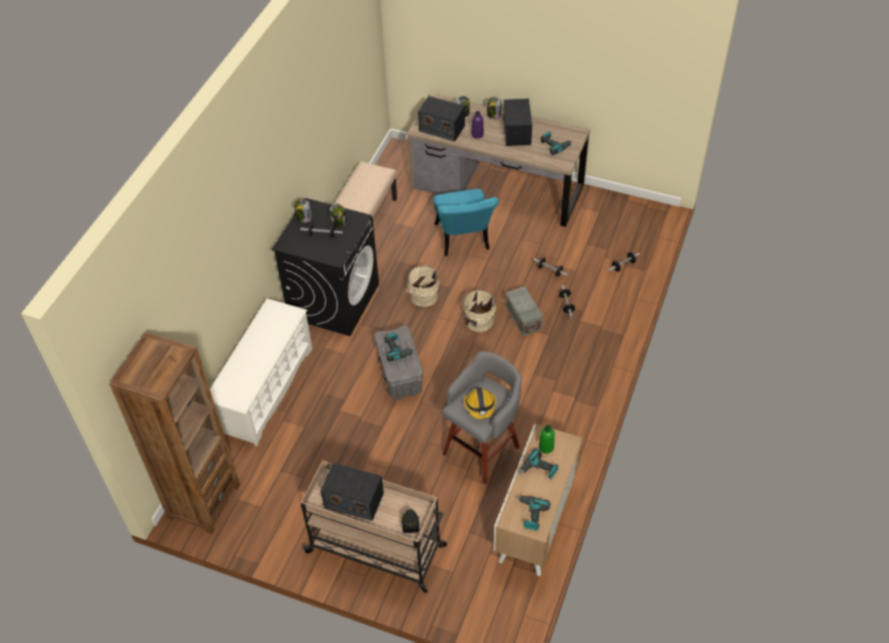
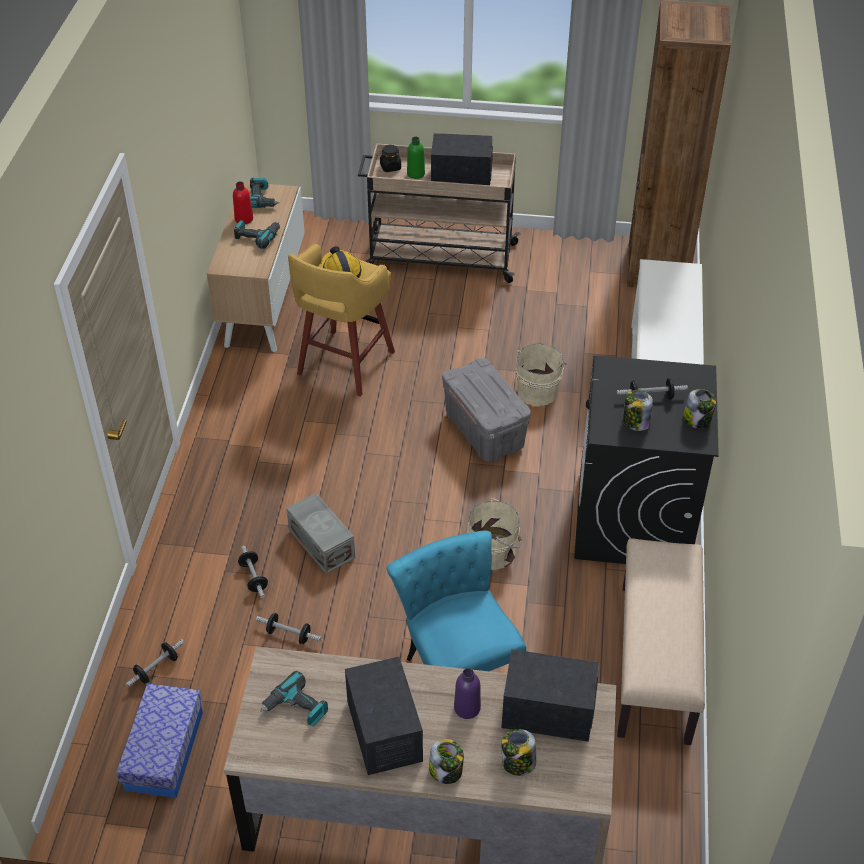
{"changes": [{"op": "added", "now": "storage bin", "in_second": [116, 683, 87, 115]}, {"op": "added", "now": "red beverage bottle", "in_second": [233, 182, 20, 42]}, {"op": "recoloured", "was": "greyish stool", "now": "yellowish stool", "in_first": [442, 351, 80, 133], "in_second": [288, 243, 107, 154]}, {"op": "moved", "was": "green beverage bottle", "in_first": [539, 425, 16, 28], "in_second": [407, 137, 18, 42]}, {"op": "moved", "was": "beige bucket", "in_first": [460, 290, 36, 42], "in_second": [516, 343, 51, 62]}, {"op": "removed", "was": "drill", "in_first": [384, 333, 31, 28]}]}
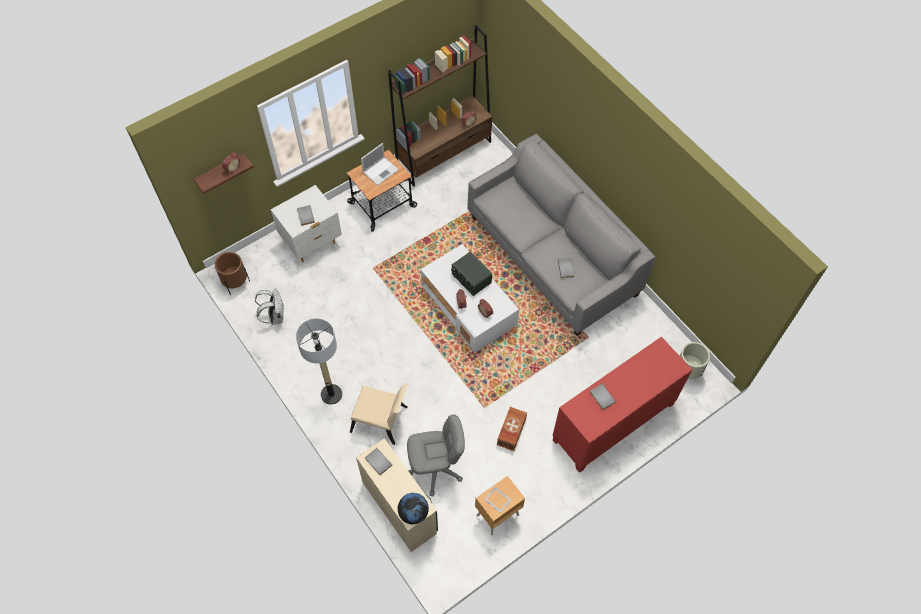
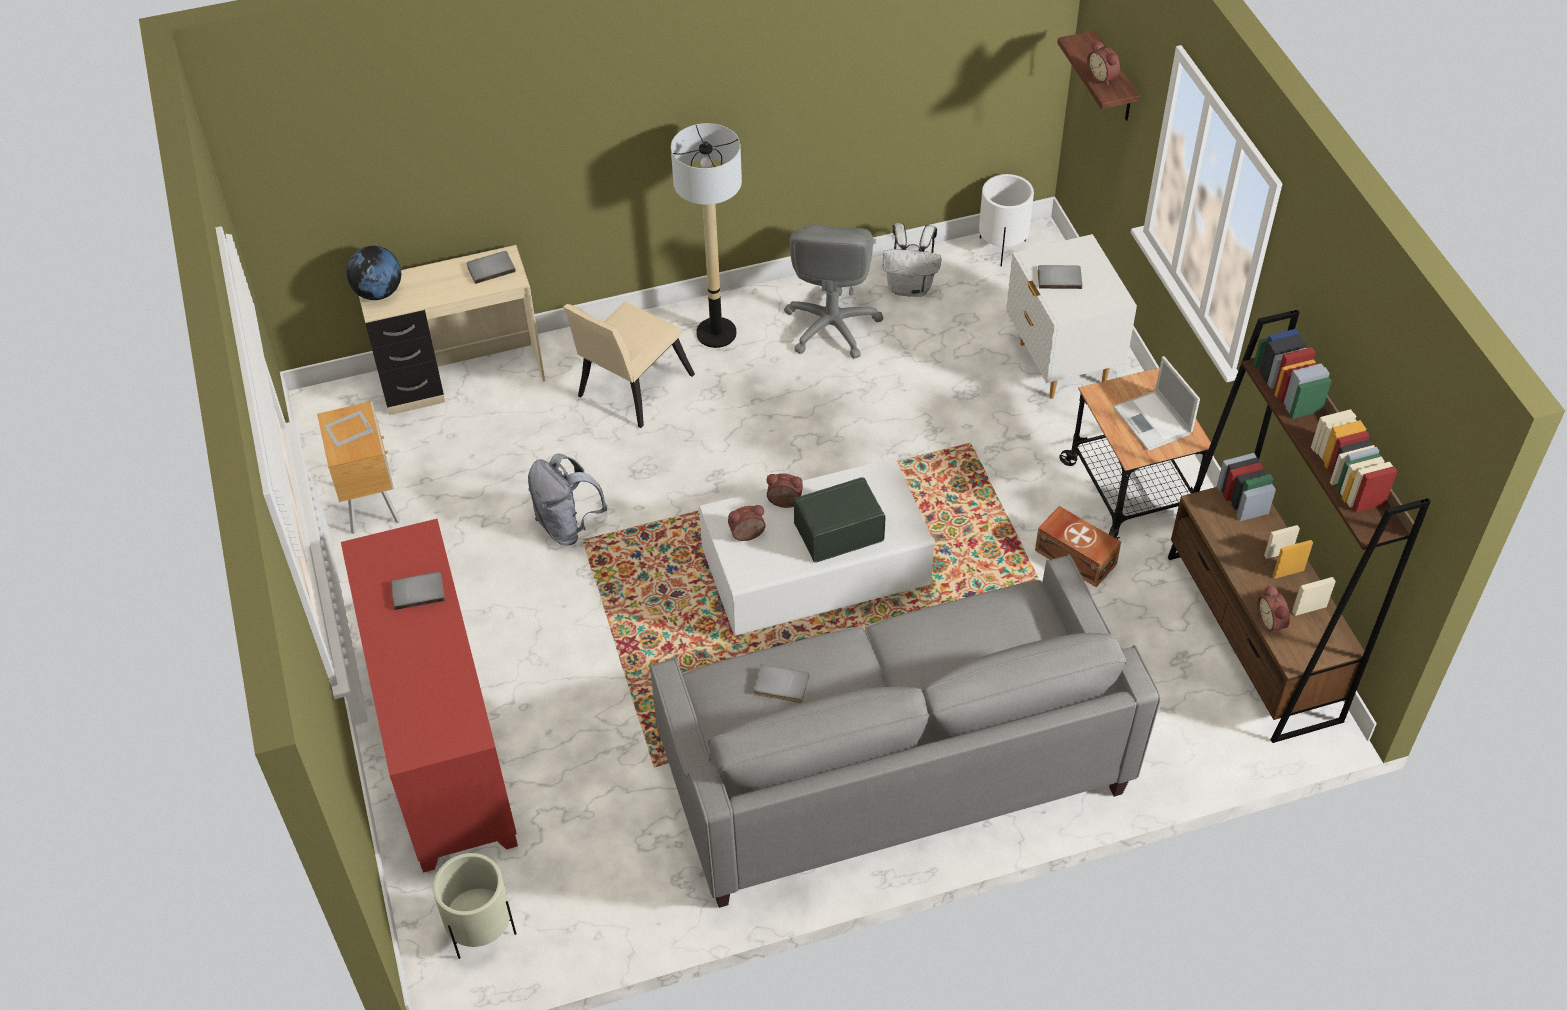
{"changes": [{"op": "added", "now": "greyish knapsack", "in_second": [528, 453, 79, 92]}, {"op": "moved", "was": "greyish computer chair", "in_first": [407, 415, 58, 81], "in_second": [784, 224, 99, 135]}, {"op": "recoloured", "was": "brown-coloured planter", "now": "white planter", "in_first": [215, 252, 35, 43], "in_second": [979, 174, 55, 92]}, {"op": "moved", "was": "brown-coloured storage bin", "in_first": [497, 407, 30, 44], "in_second": [1035, 506, 86, 81]}]}
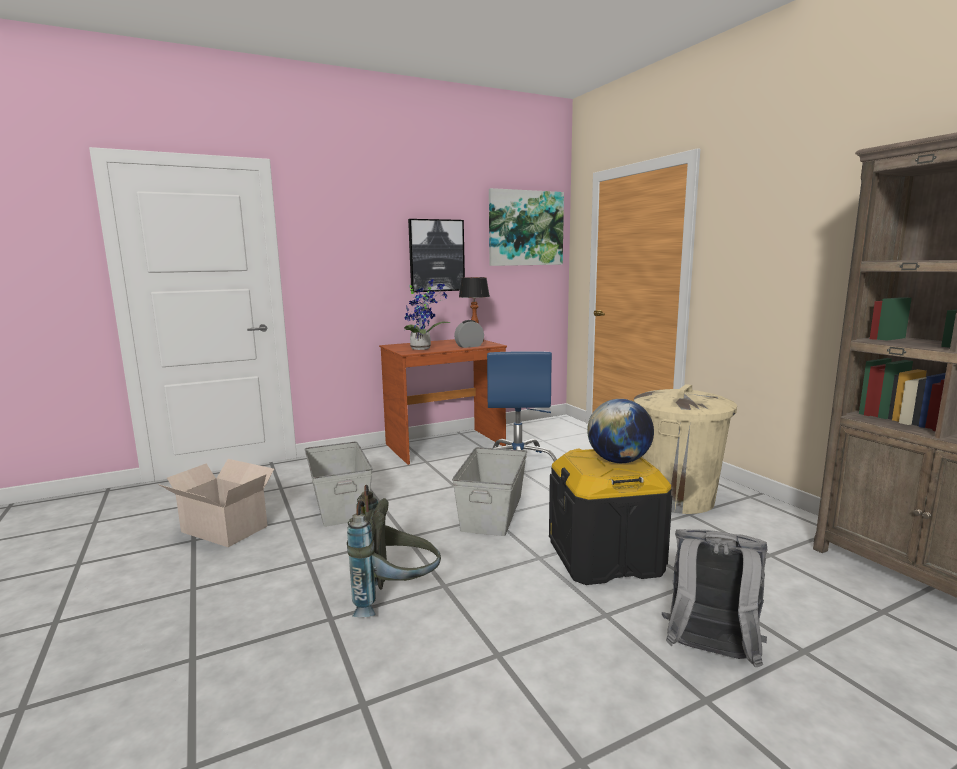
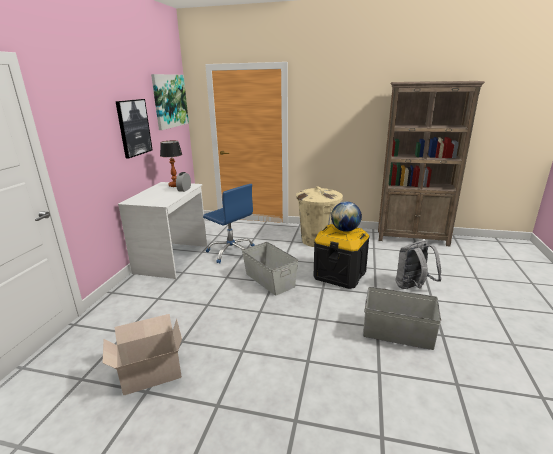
{"changes": [{"op": "recoloured", "was": "brown-coloured desk unit", "now": "white desk unit", "in_first": [379, 339, 128, 126], "in_second": [118, 182, 89, 97]}, {"op": "moved", "was": "greyish storage bin", "in_first": [304, 441, 69, 86], "in_second": [363, 287, 78, 63]}, {"op": "removed", "was": "greyish knapsack", "in_first": [347, 485, 94, 132]}, {"op": "removed", "was": "potted plant", "in_first": [404, 279, 46, 71]}]}
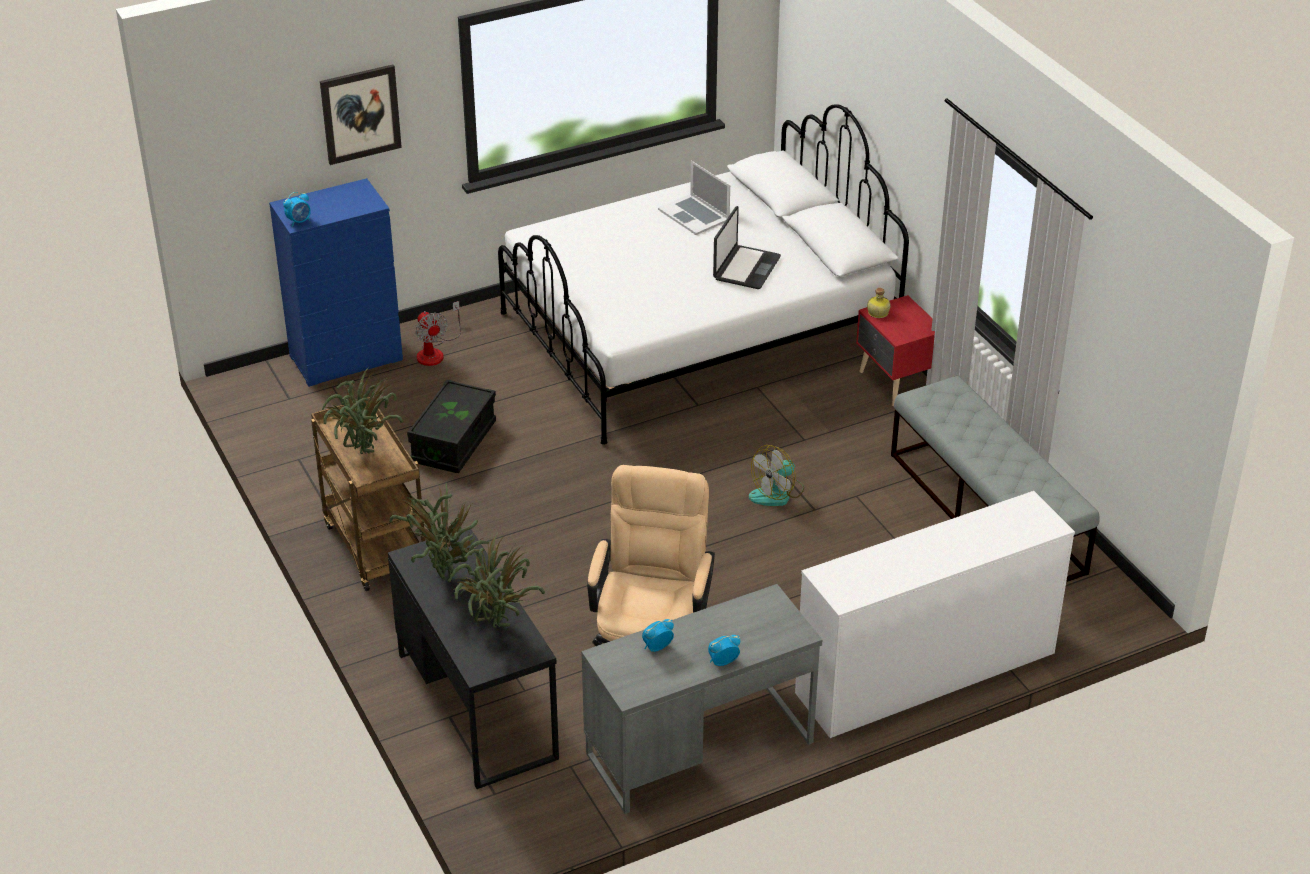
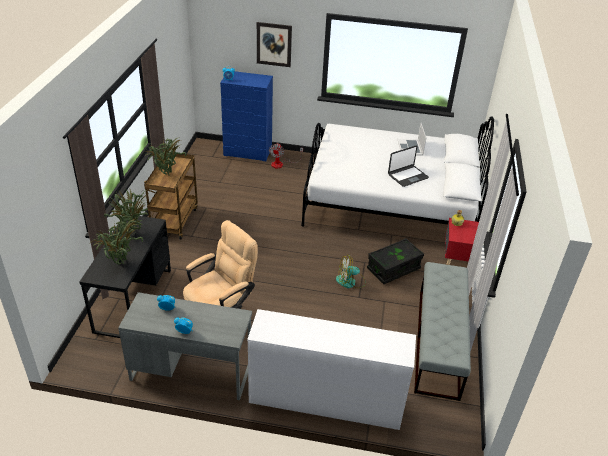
{"changes": [{"op": "moved", "was": "blackish storage bin", "in_first": [407, 380, 89, 93], "in_second": [367, 238, 57, 46]}]}
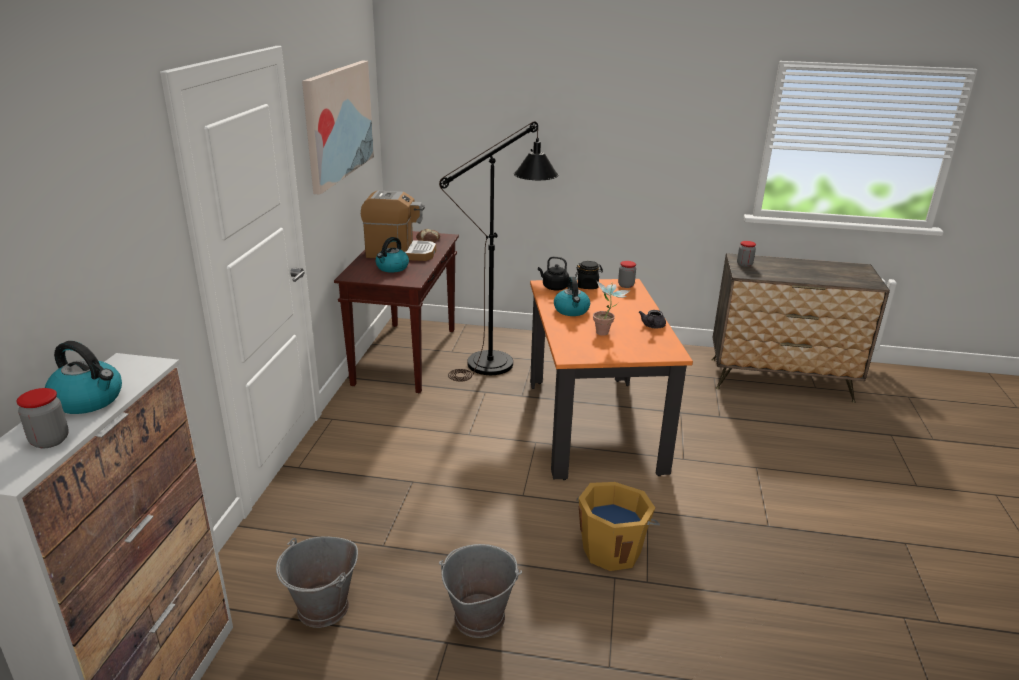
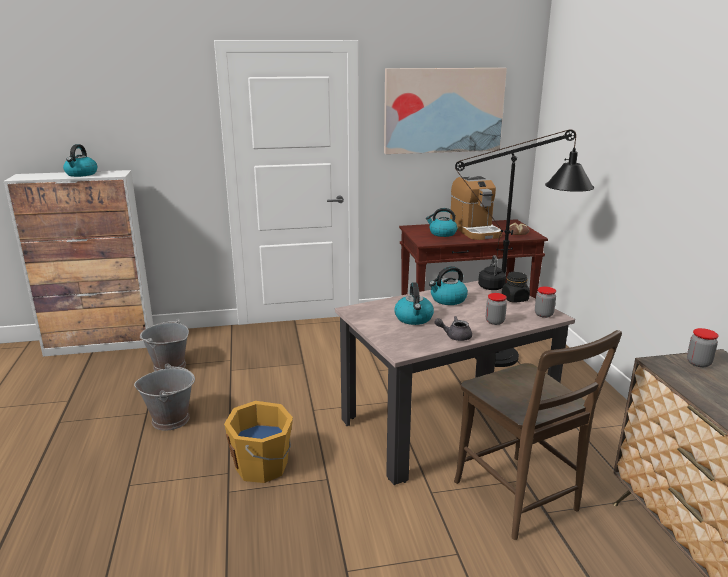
{"changes": [{"op": "recoloured", "was": "orangey dinner table", "now": "beige dinner table", "in_first": [530, 279, 163, 201], "in_second": [335, 281, 240, 204]}, {"op": "replaced", "was": "potted plant", "now": "water kettle", "in_first": [593, 280, 38, 56], "in_second": [394, 282, 40, 43]}, {"op": "added", "now": "brown-coloured upright chair", "in_second": [454, 330, 168, 210]}, {"op": "moved", "was": "preserve jar", "in_first": [16, 388, 53, 60], "in_second": [486, 293, 21, 32]}]}
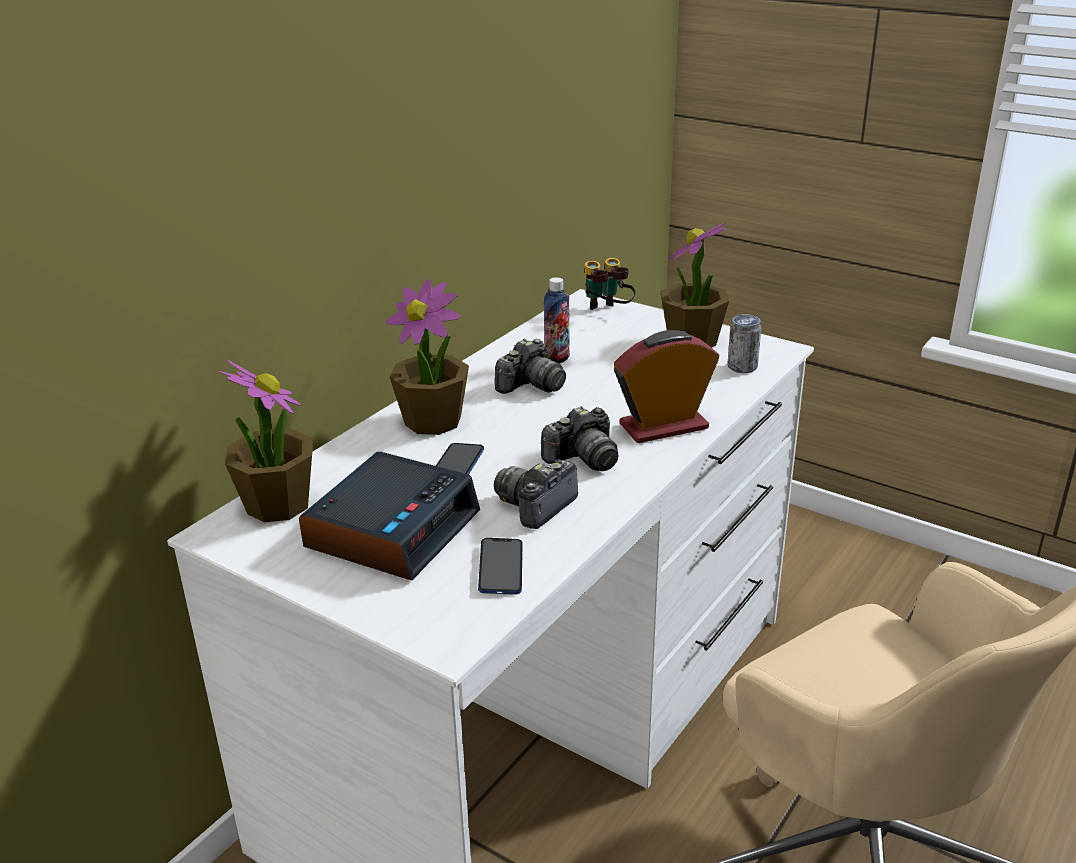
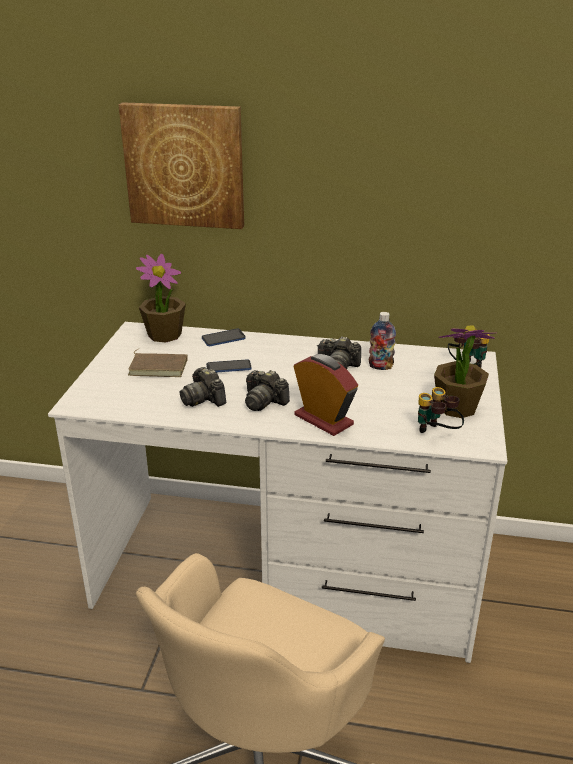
{"changes": [{"op": "added", "now": "picture", "in_second": [119, 102, 125, 127]}, {"op": "replaced", "was": "alarm clock", "now": "brown-coloured book", "in_first": [299, 452, 181, 129], "in_second": [128, 348, 60, 29]}, {"op": "turned", "was": "still camera", "in_first": [494, 459, 84, 70], "in_second": [180, 367, 46, 40], "clockwise": -135}, {"op": "moved", "was": "telephone", "in_first": [478, 538, 44, 57], "in_second": [202, 329, 44, 17]}, {"op": "replaced", "was": "can", "now": "pair of binoculars", "in_first": [727, 314, 34, 59], "in_second": [418, 387, 46, 46]}, {"op": "removed", "was": "potted plant", "in_first": [386, 279, 83, 156]}]}
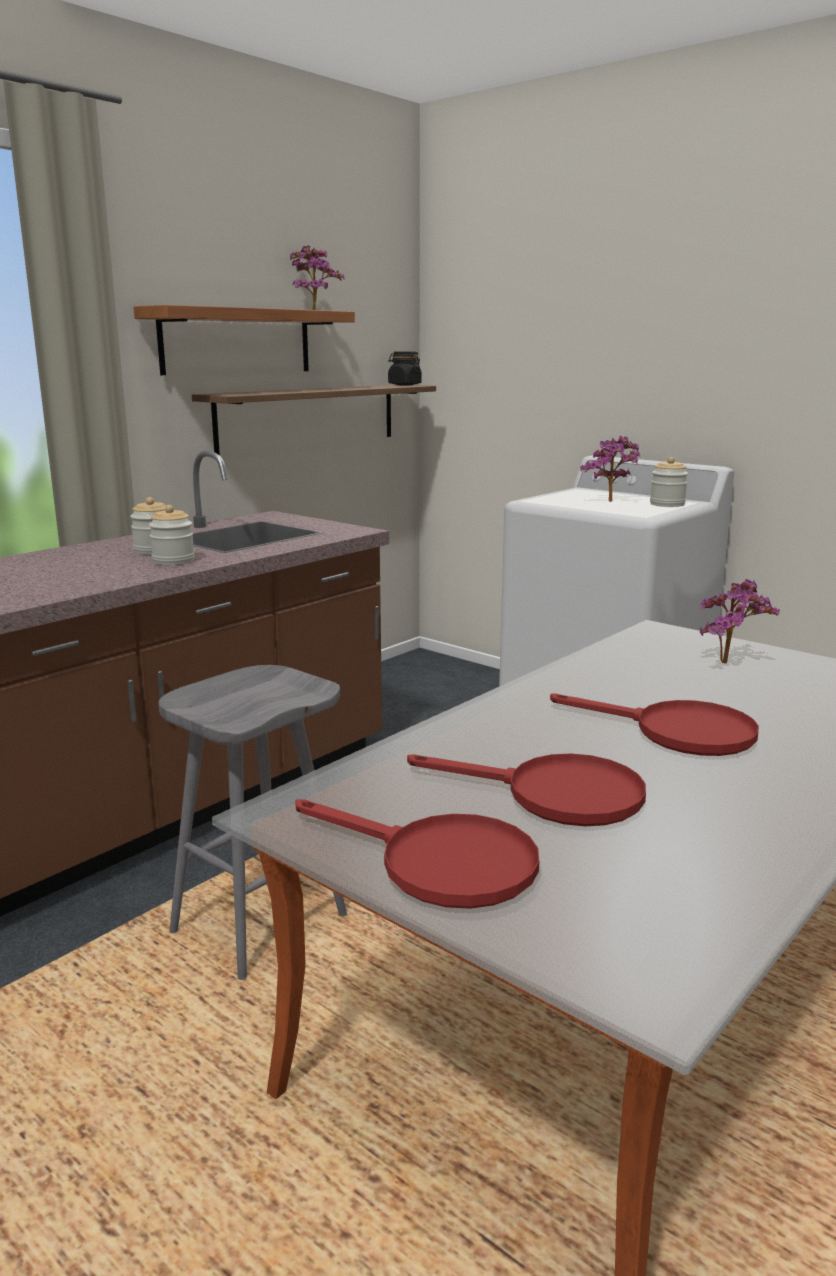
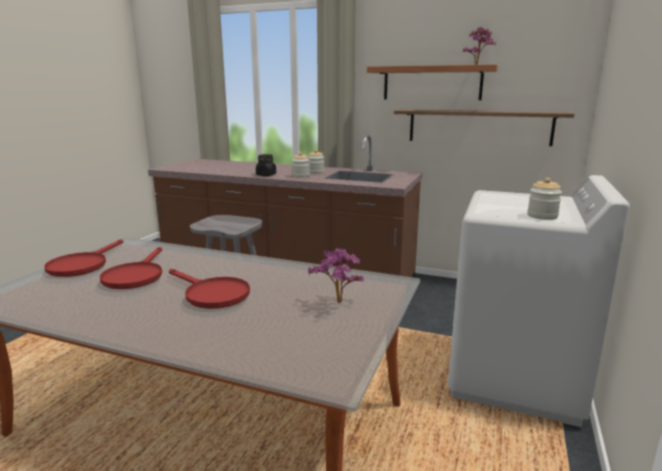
{"changes": [{"op": "turned", "was": "red pan", "in_first": [550, 693, 209, 63], "in_second": [169, 269, 81, 40], "clockwise": -60}, {"op": "moved", "was": "blackish preserve jar", "in_first": [388, 351, 34, 34], "in_second": [256, 154, 20, 22]}, {"op": "removed", "was": "potted plant", "in_first": [580, 436, 60, 66]}]}
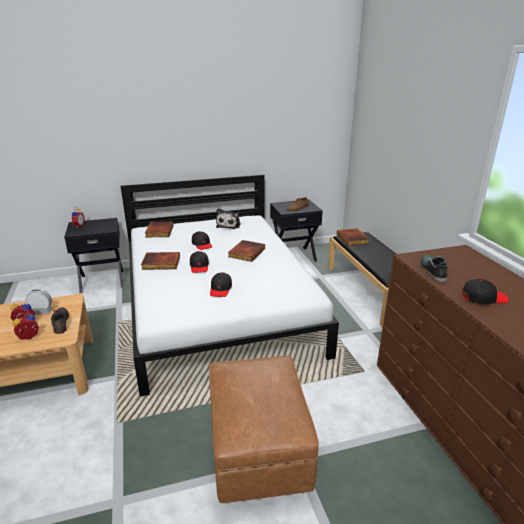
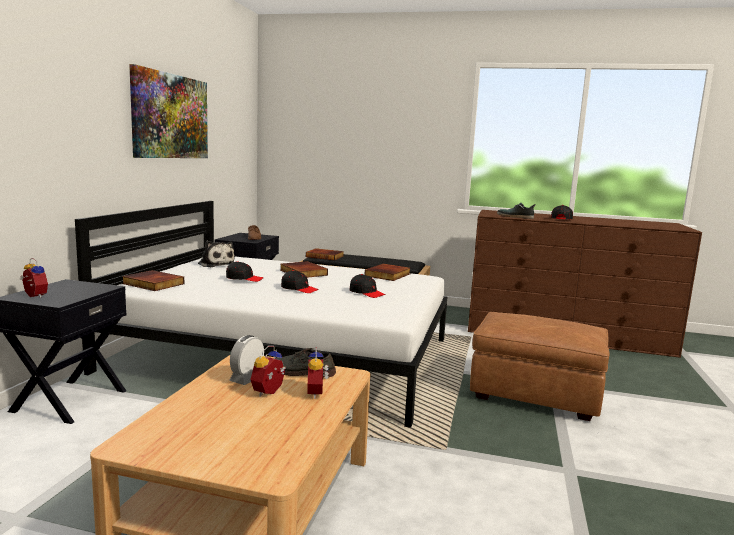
{"changes": [{"op": "added", "now": "picture", "in_second": [129, 64, 79, 94]}, {"op": "moved", "was": "book", "in_first": [141, 252, 39, 18], "in_second": [365, 264, 45, 17]}]}
